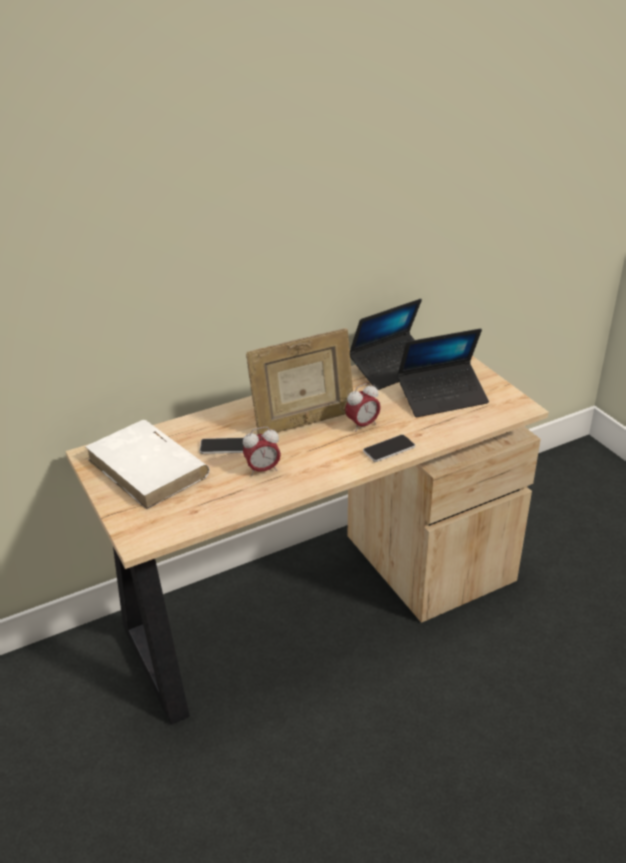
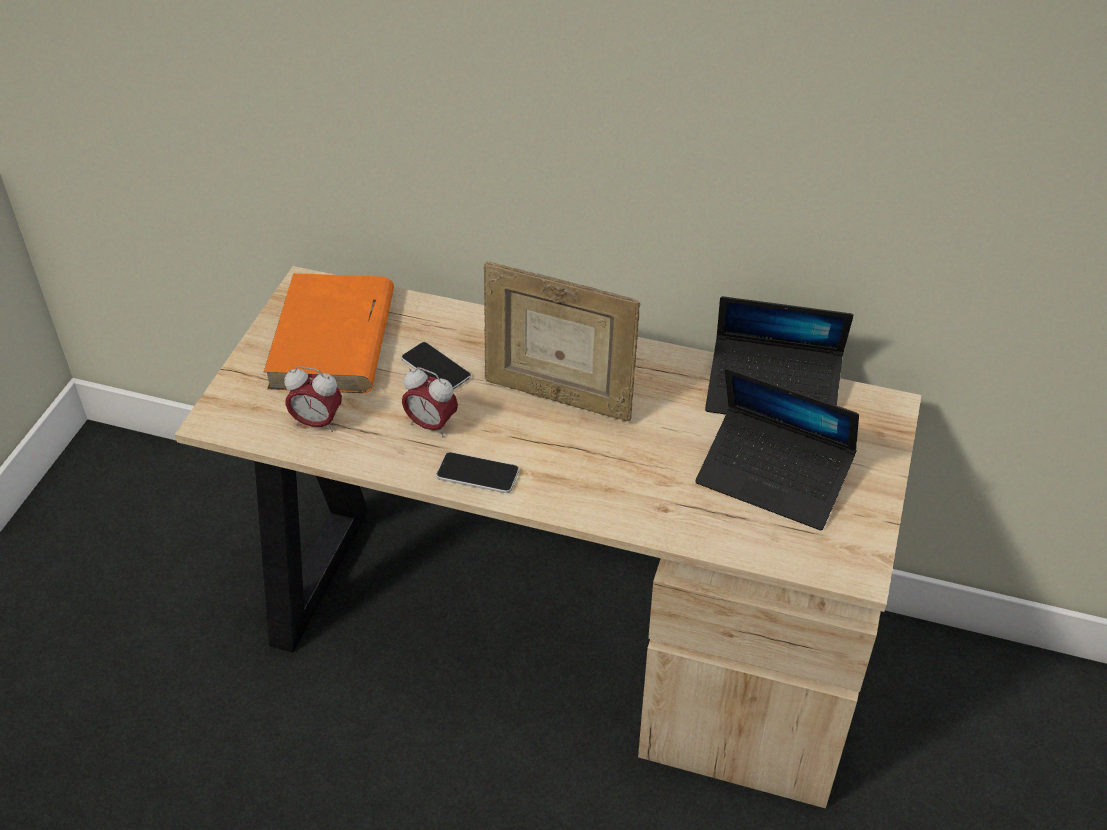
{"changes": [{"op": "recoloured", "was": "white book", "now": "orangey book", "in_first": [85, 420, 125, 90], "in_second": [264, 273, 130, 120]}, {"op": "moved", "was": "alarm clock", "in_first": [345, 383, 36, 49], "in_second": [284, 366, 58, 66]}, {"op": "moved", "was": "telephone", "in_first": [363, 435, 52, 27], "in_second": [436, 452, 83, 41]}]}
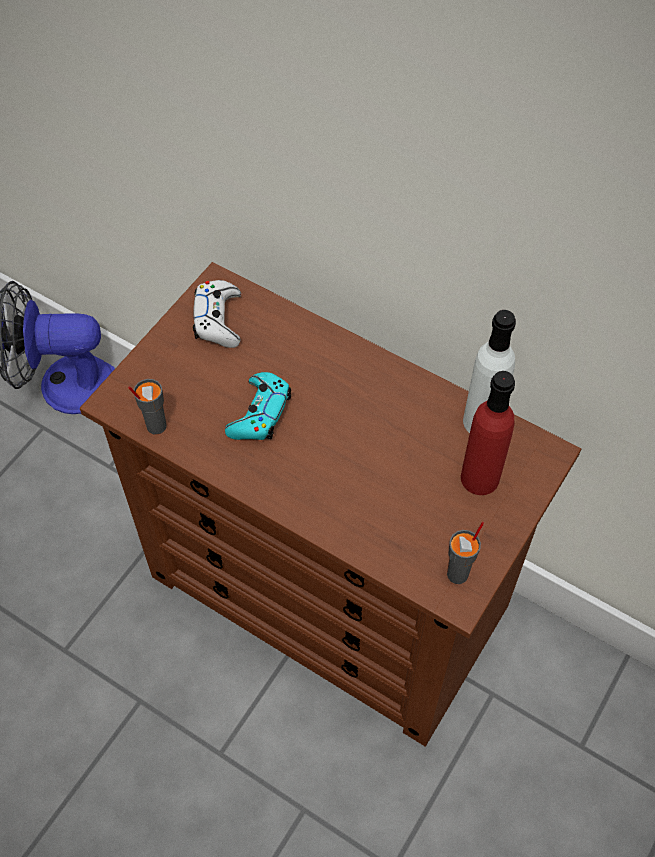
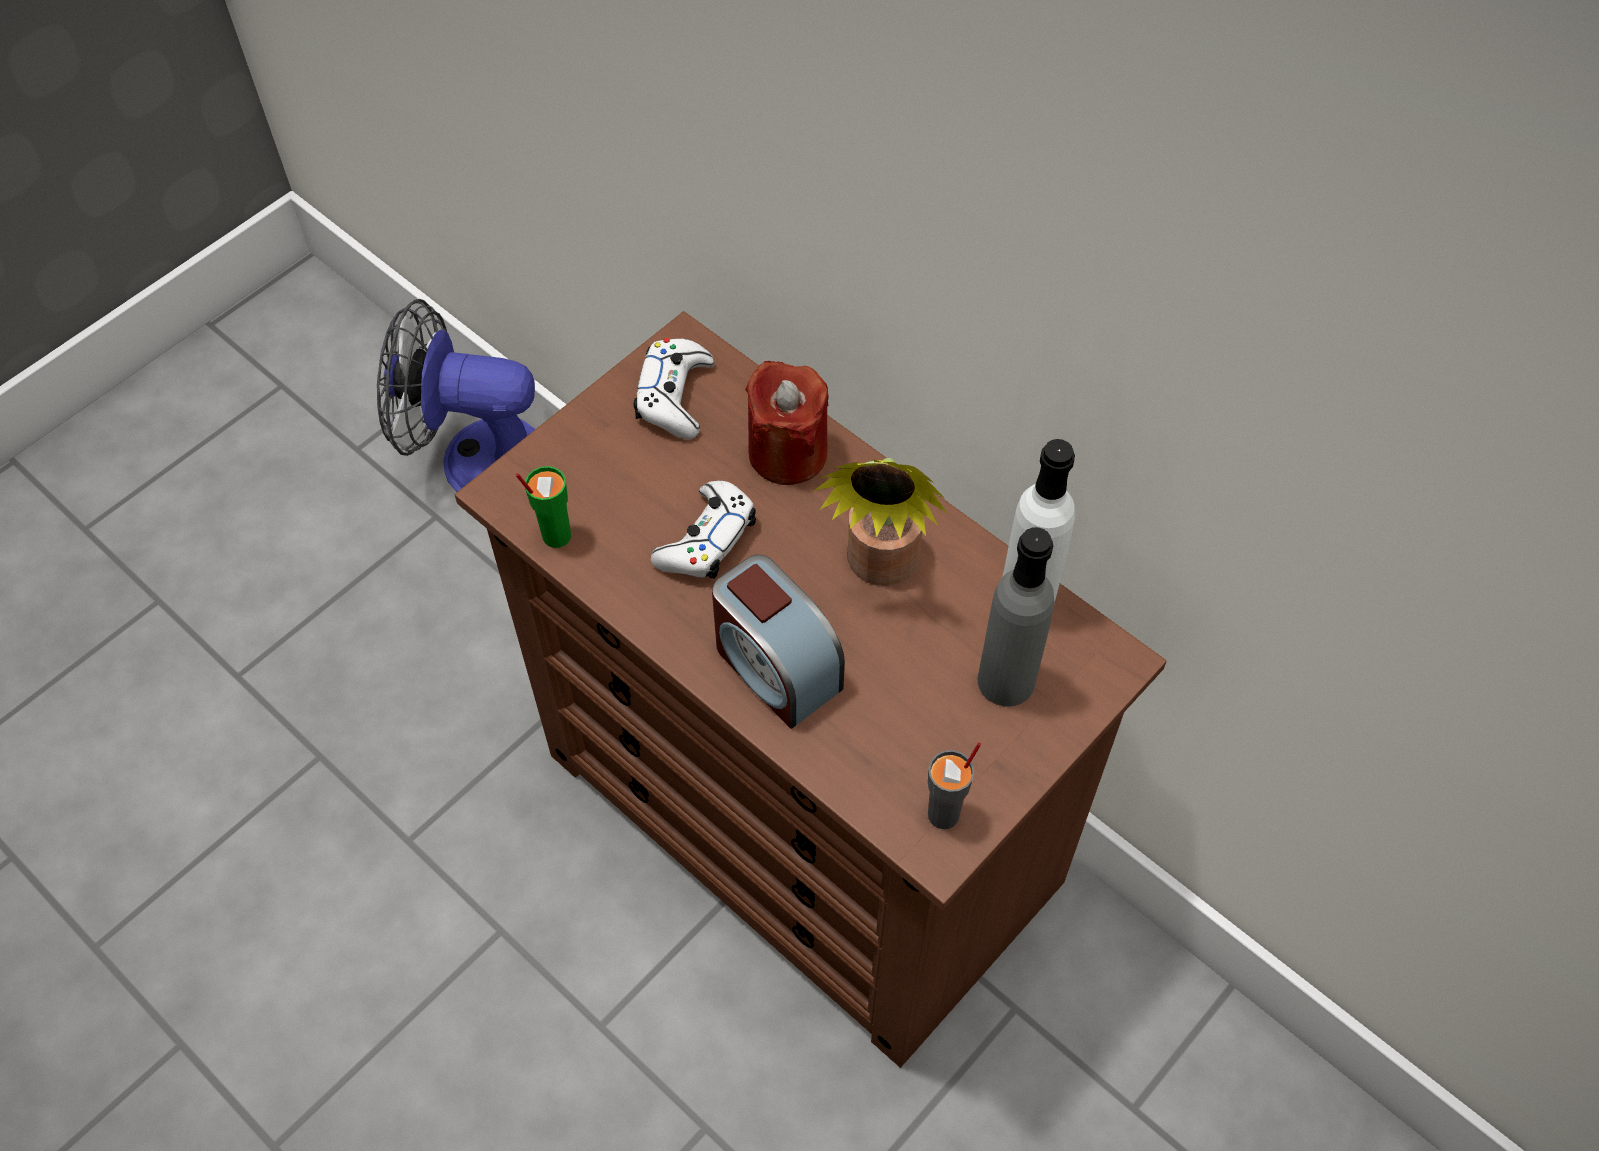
{"changes": [{"op": "recoloured", "was": "greyish cup", "now": "green cup", "in_first": [128, 379, 39, 56], "in_second": [515, 466, 56, 82]}, {"op": "recoloured", "was": "turquoise-coloured game controller", "now": "white game controller", "in_first": [225, 372, 66, 68], "in_second": [651, 481, 105, 98]}, {"op": "added", "now": "alarm clock", "in_second": [712, 555, 133, 174]}, {"op": "added", "now": "red candle", "in_second": [745, 361, 84, 124]}, {"op": "added", "now": "potted plant", "in_second": [814, 458, 134, 128]}, {"op": "recoloured", "was": "red beverage bottle", "now": "greyish beverage bottle", "in_first": [461, 371, 54, 124], "in_second": [977, 527, 77, 179]}]}
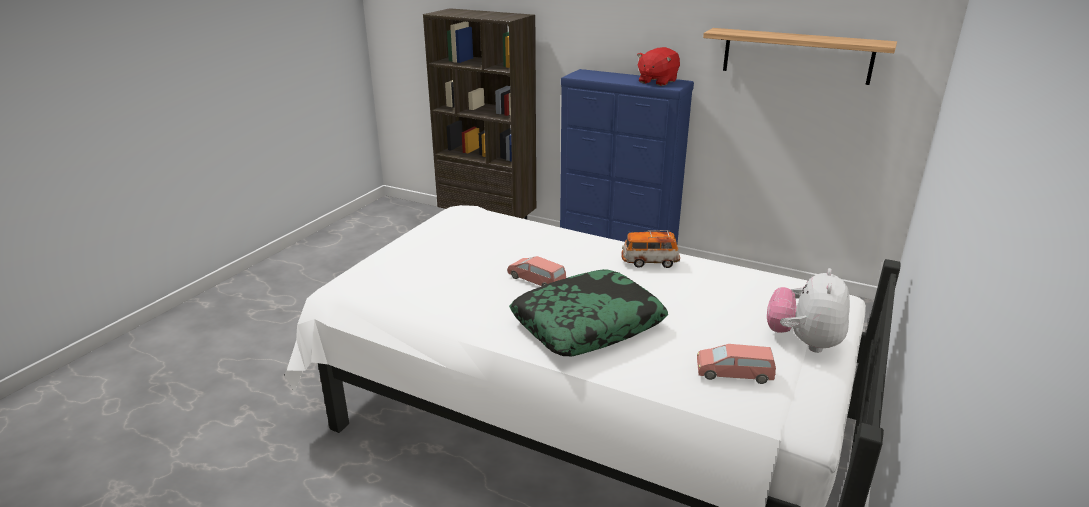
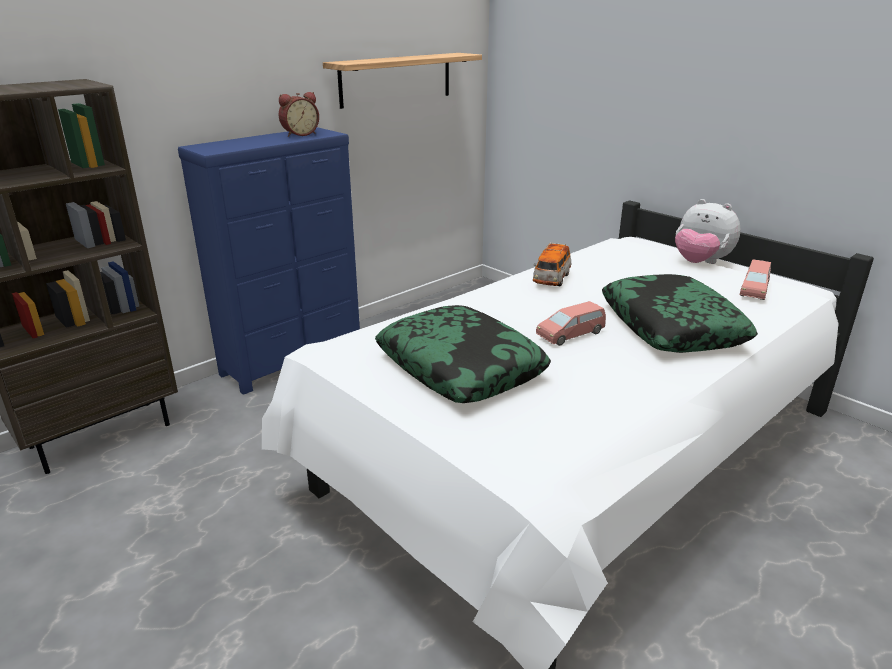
{"changes": [{"op": "replaced", "was": "red plush toy", "now": "alarm clock", "in_first": [637, 47, 43, 39], "in_second": [279, 92, 40, 45]}, {"op": "added", "now": "cushion", "in_second": [375, 305, 176, 98]}]}
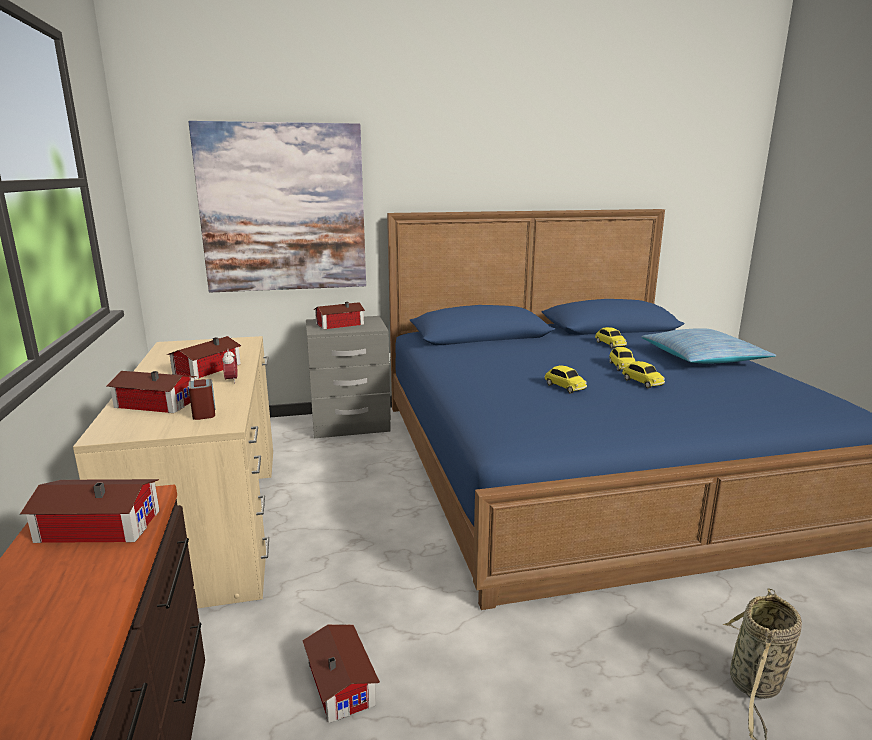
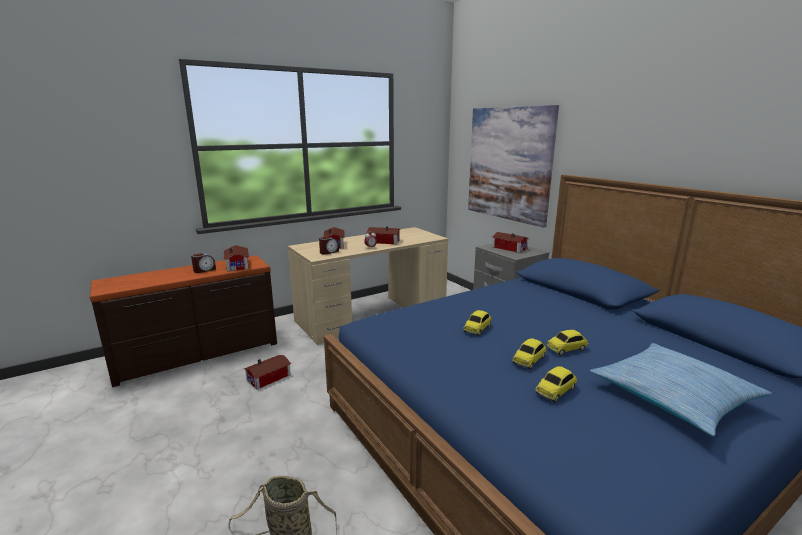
{"changes": [{"op": "added", "now": "alarm clock", "in_second": [191, 253, 25, 20]}, {"op": "moved", "was": "miniature car", "in_first": [595, 327, 32, 22], "in_second": [535, 366, 42, 37]}]}
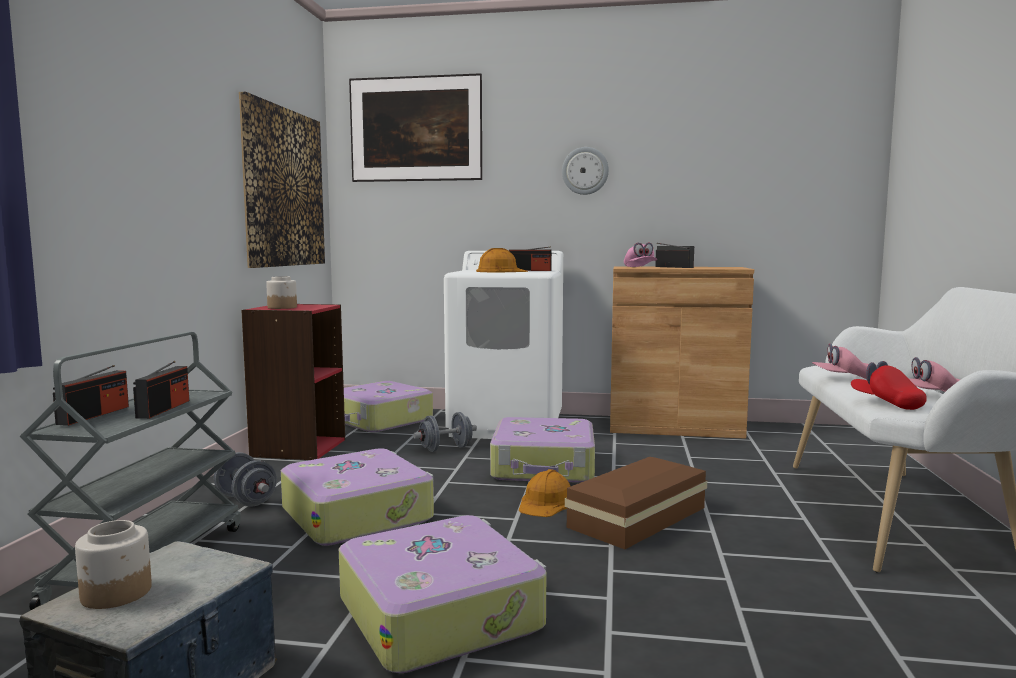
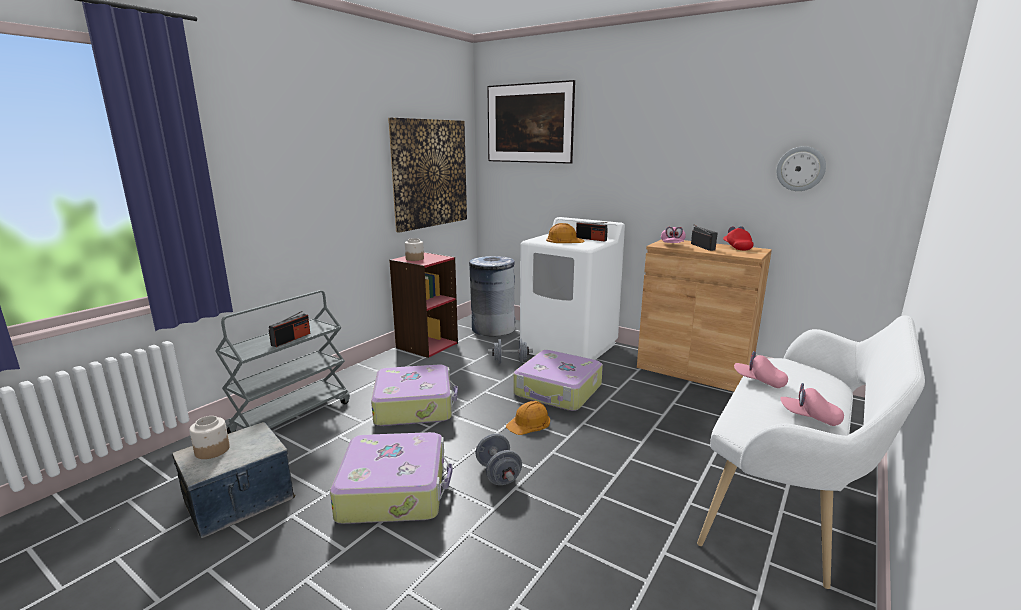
{"changes": [{"op": "replaced", "was": "suitcase", "now": "greyish waste bin", "in_first": [344, 381, 89, 51], "in_second": [469, 256, 46, 80]}, {"op": "moved", "was": "greyish free weight", "in_first": [214, 452, 63, 55], "in_second": [476, 433, 46, 52]}, {"op": "moved", "was": "red peaked cap", "in_first": [851, 361, 76, 49], "in_second": [723, 226, 31, 25]}, {"op": "moved", "was": "clock on the wall", "in_first": [562, 147, 47, 48], "in_second": [776, 146, 50, 45]}, {"op": "removed", "was": "radio set", "in_first": [53, 365, 76, 61]}, {"op": "removed", "was": "brown-coloured storage bin", "in_first": [565, 457, 142, 92]}]}
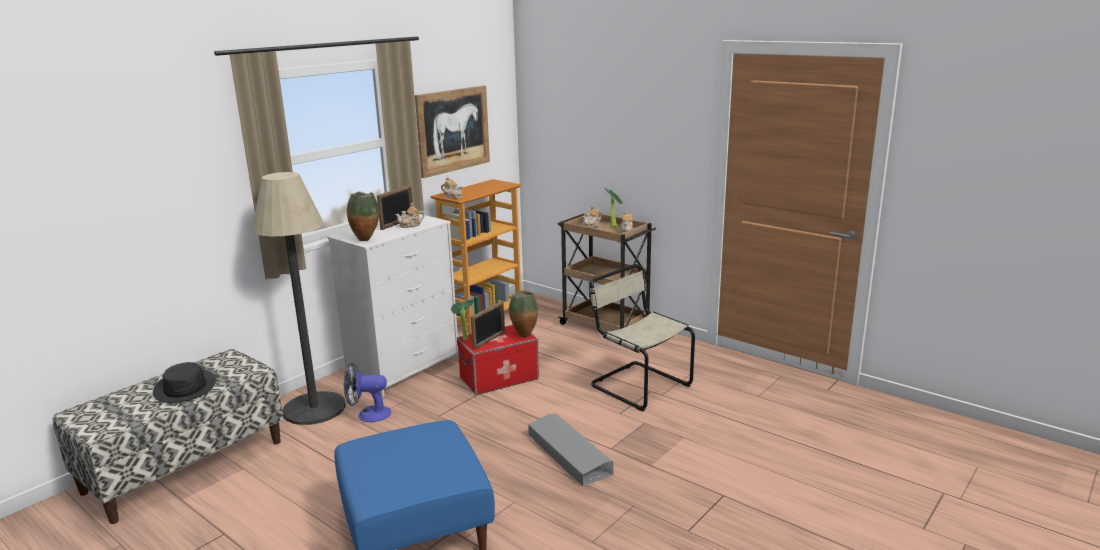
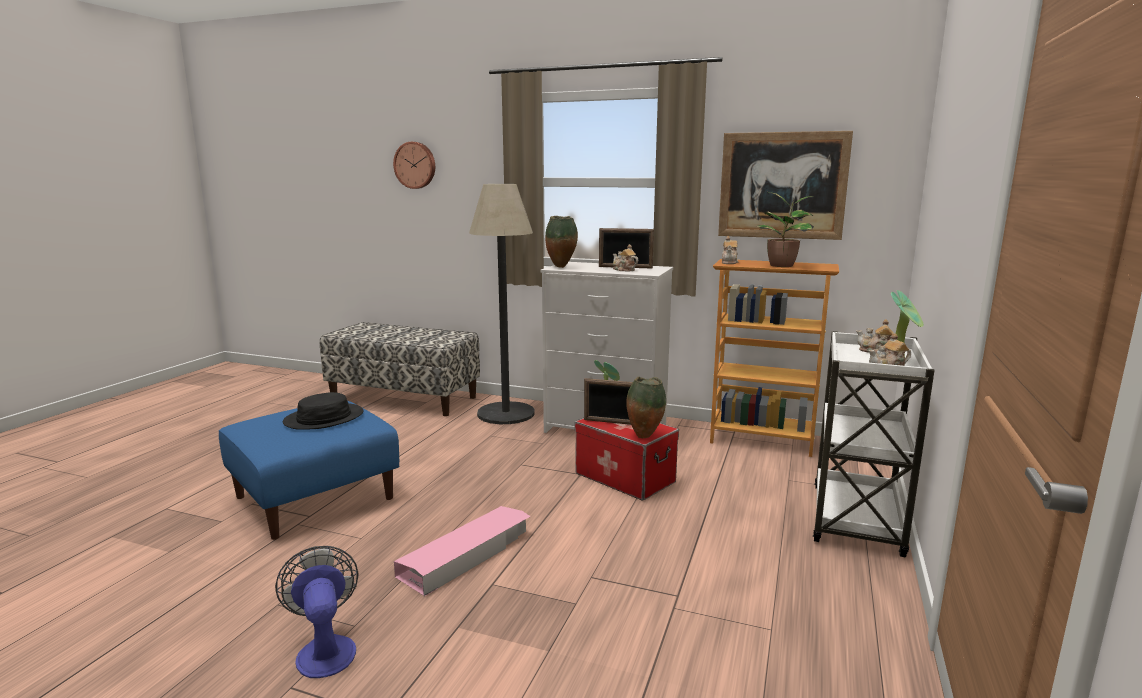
{"changes": [{"op": "moved", "was": "fan", "in_first": [344, 363, 47, 59], "in_second": [275, 546, 83, 132]}, {"op": "moved", "was": "blackish clothing hat", "in_first": [153, 362, 63, 41], "in_second": [283, 392, 80, 38]}, {"op": "added", "now": "clock on the wall", "in_second": [393, 142, 42, 47]}, {"op": "recoloured", "was": "greyish storage bin", "now": "pink storage bin", "in_first": [528, 413, 85, 73], "in_second": [394, 506, 137, 90]}, {"op": "added", "now": "potted plant", "in_second": [756, 192, 59, 75]}, {"op": "recoloured", "was": "brown-coloured wheeled cart", "now": "white wheeled cart", "in_first": [558, 213, 98, 118], "in_second": [813, 331, 122, 226]}, {"op": "removed", "was": "beige upright chair", "in_first": [589, 264, 106, 147]}]}
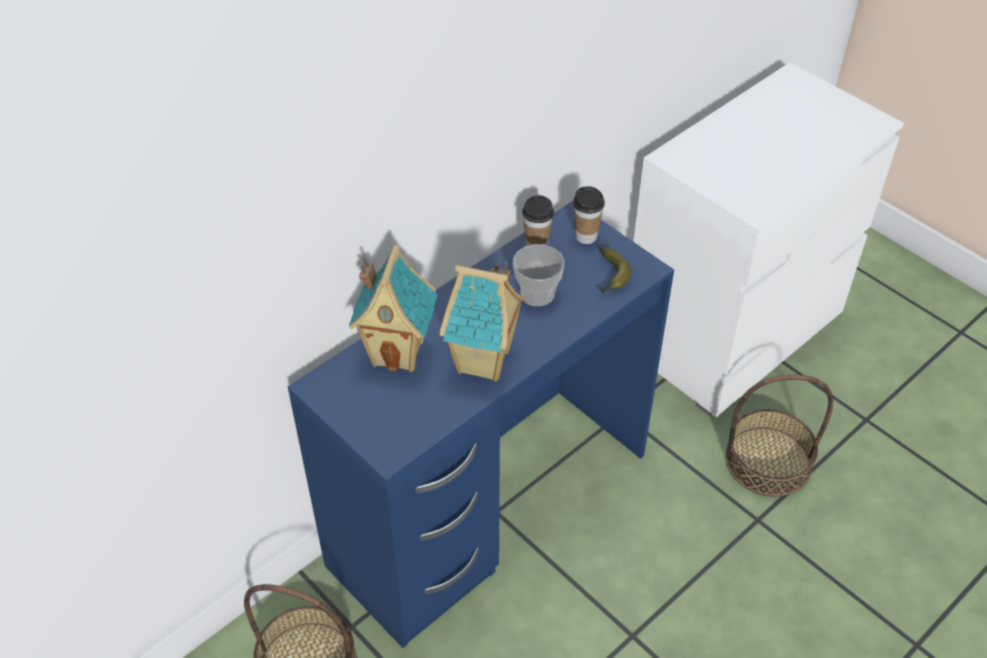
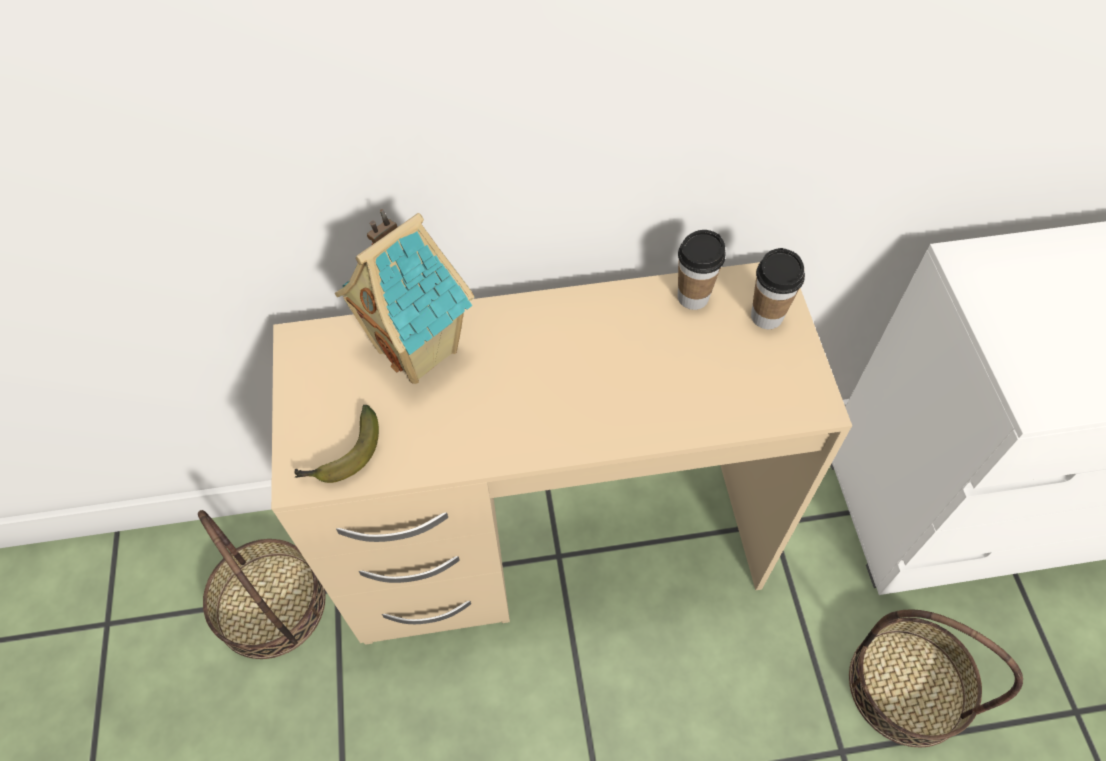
{"changes": [{"op": "recoloured", "was": "blue desk unit", "now": "beige desk unit", "in_first": [287, 201, 387, 447], "in_second": [271, 262, 581, 383]}, {"op": "moved", "was": "banana", "in_first": [600, 246, 31, 47], "in_second": [294, 405, 85, 78]}, {"op": "removed", "was": "model house", "in_first": [439, 261, 86, 121]}, {"op": "removed", "was": "cup", "in_first": [513, 244, 52, 62]}]}
